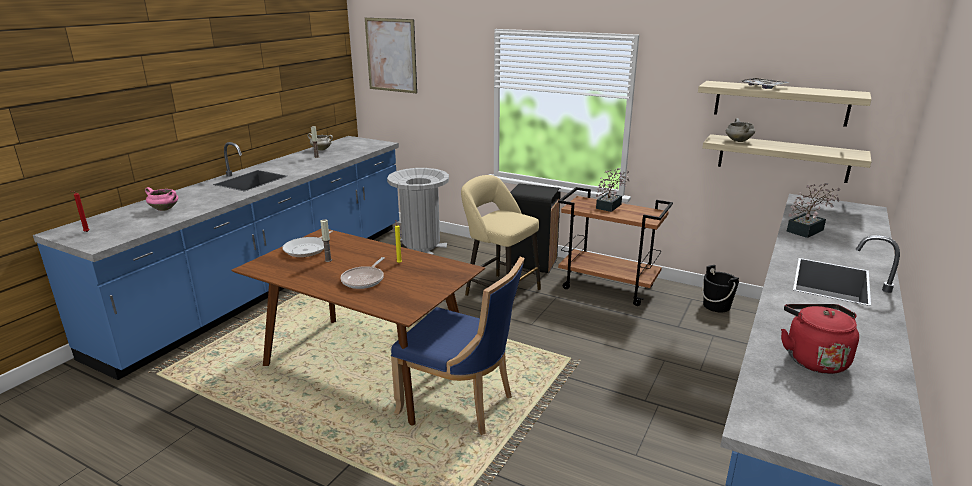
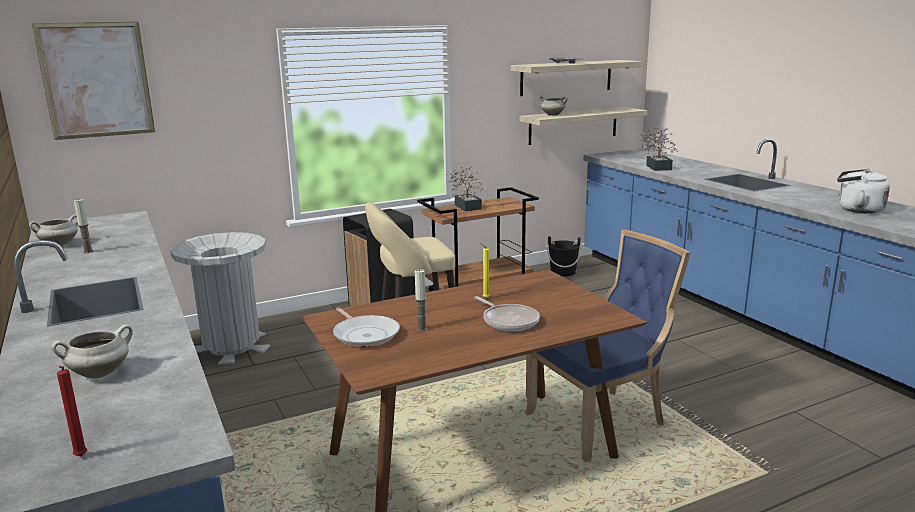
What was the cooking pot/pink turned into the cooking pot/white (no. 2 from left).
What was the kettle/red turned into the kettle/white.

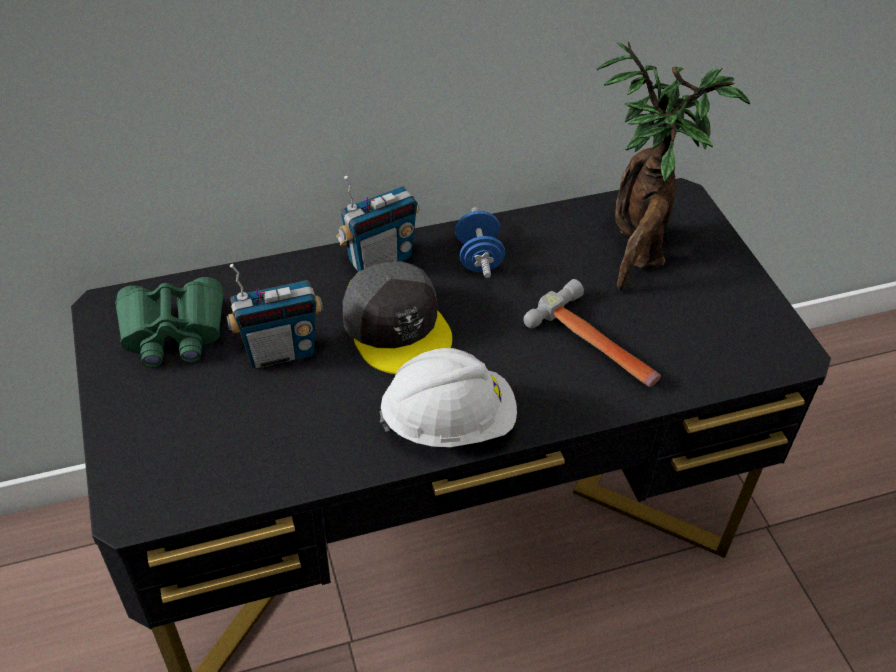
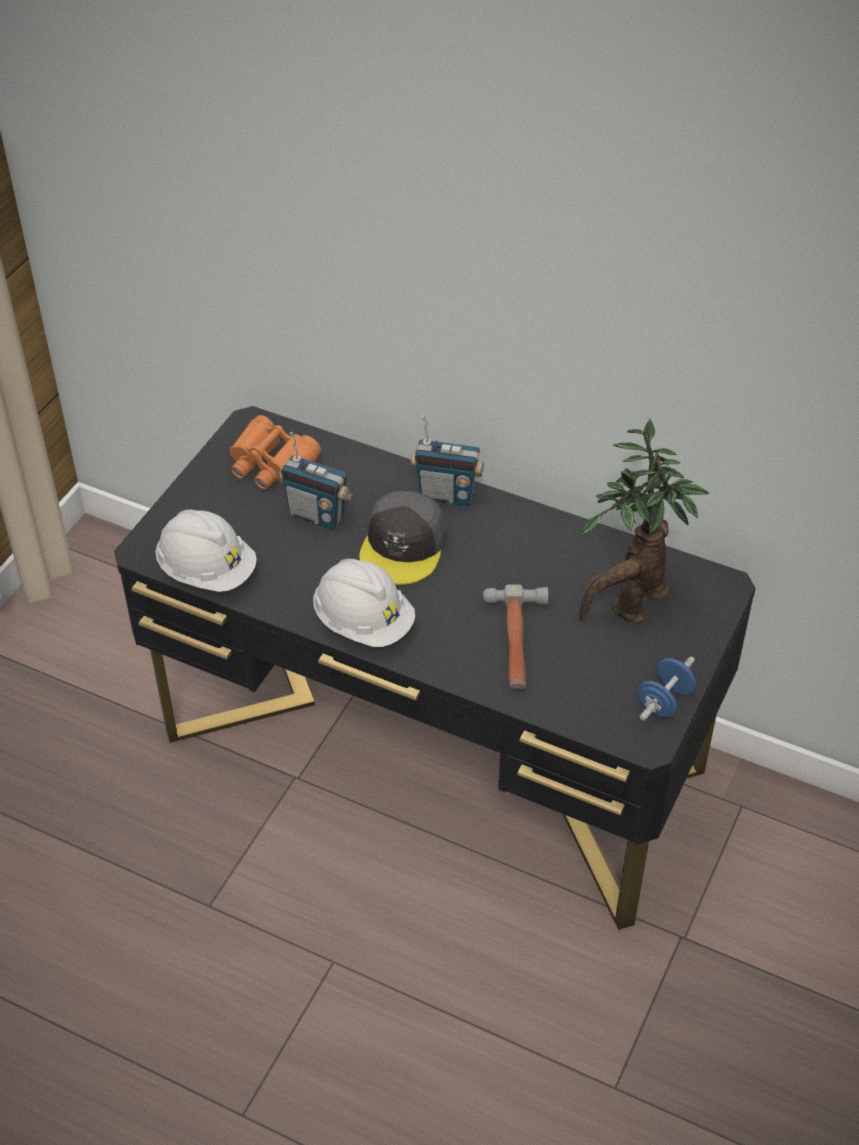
The dumbbell/blue ended up elsewhere.
What was the binoculars/green turned into the binoculars/orange.
The second view gained the hard hat/white (no. 1 from left).

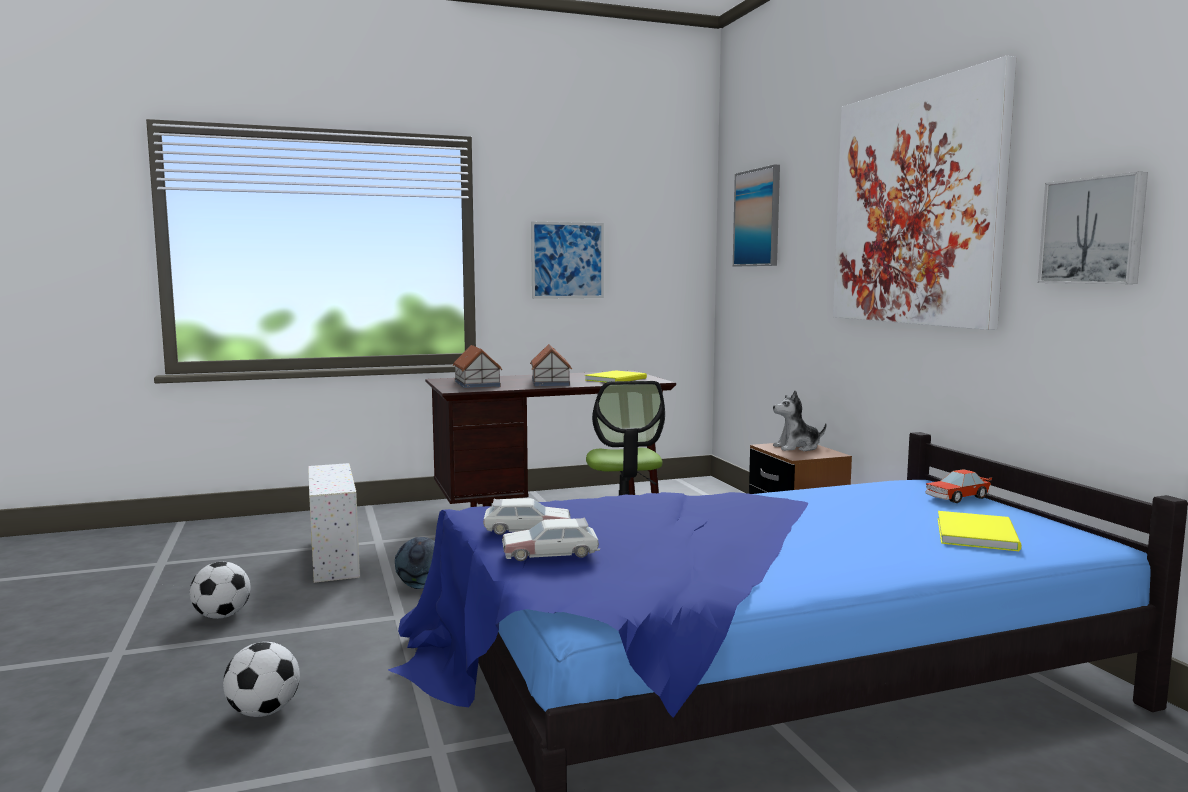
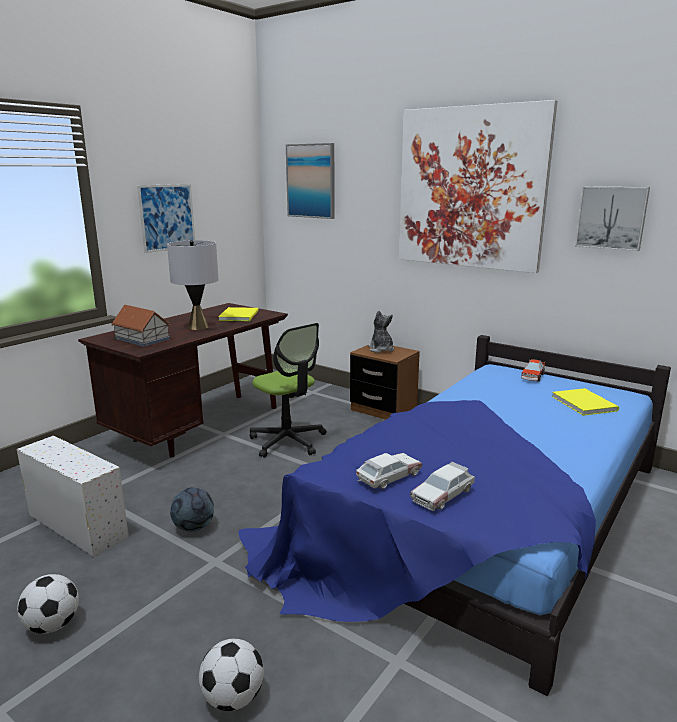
Where the toy house (no. 2 from left) stood, the table lamp/grey came to stand.
The plush toy ended up facing another way, 120 degrees clockwise from before.

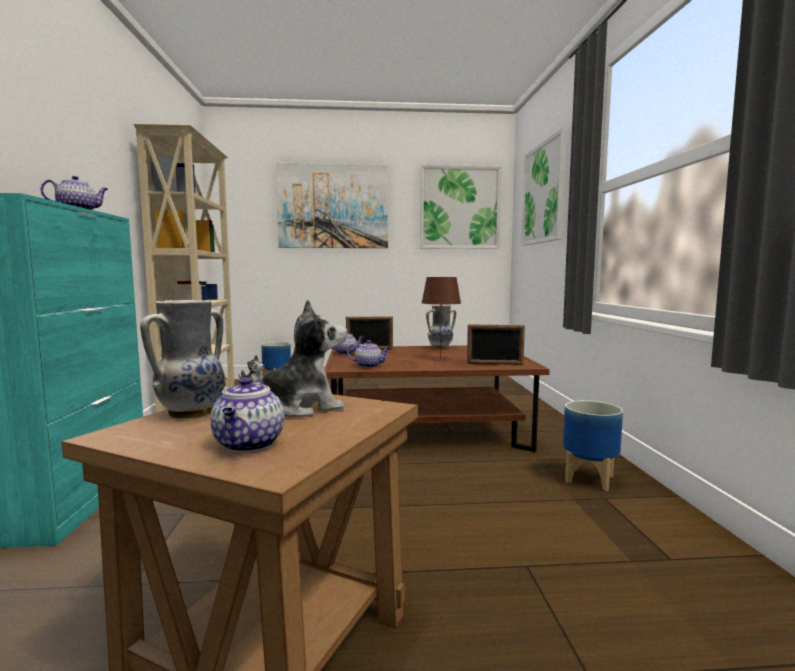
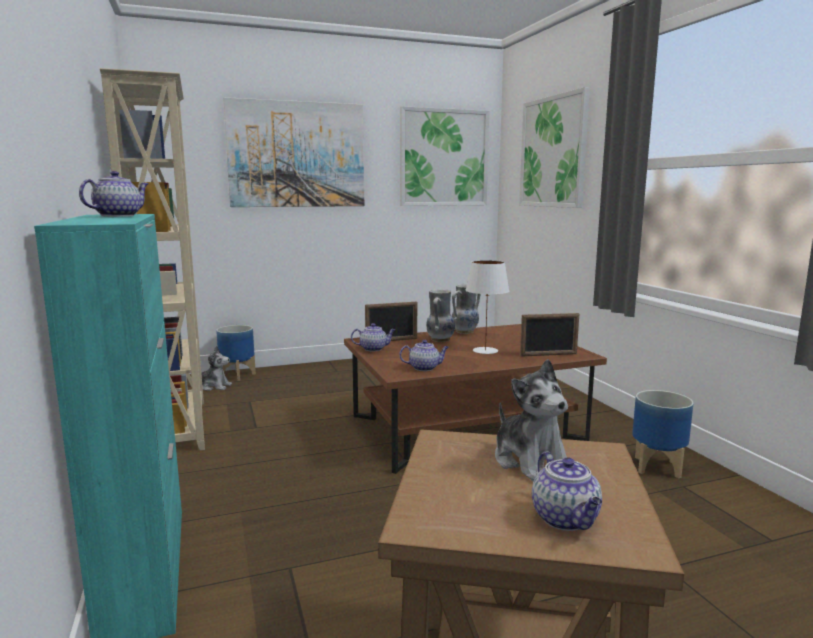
What was the table lamp/brown turned into the table lamp/white.
The plush toy (no. 2 from left) ended up facing another way, 105 degrees clockwise from before.
The vase (no. 1 from left) ended up elsewhere.

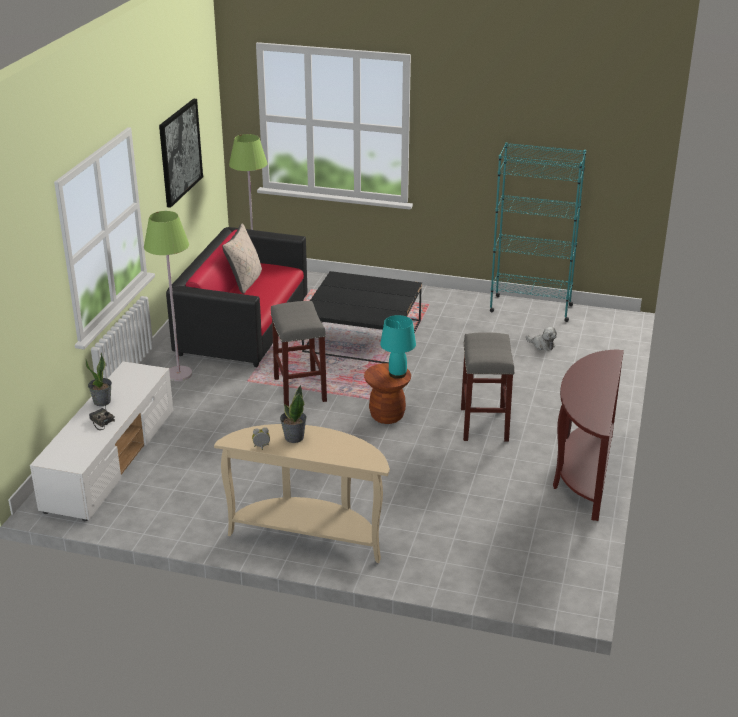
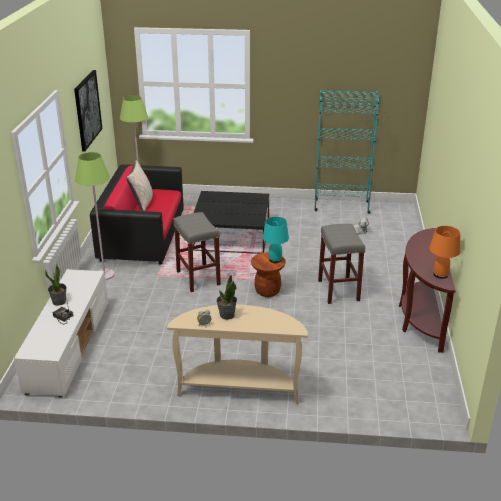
The second view gained the table lamp/orange.

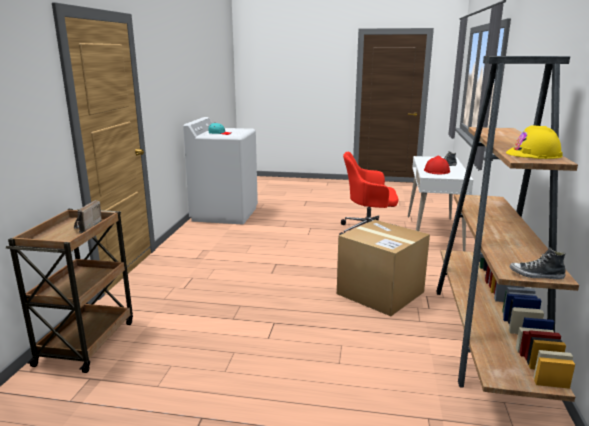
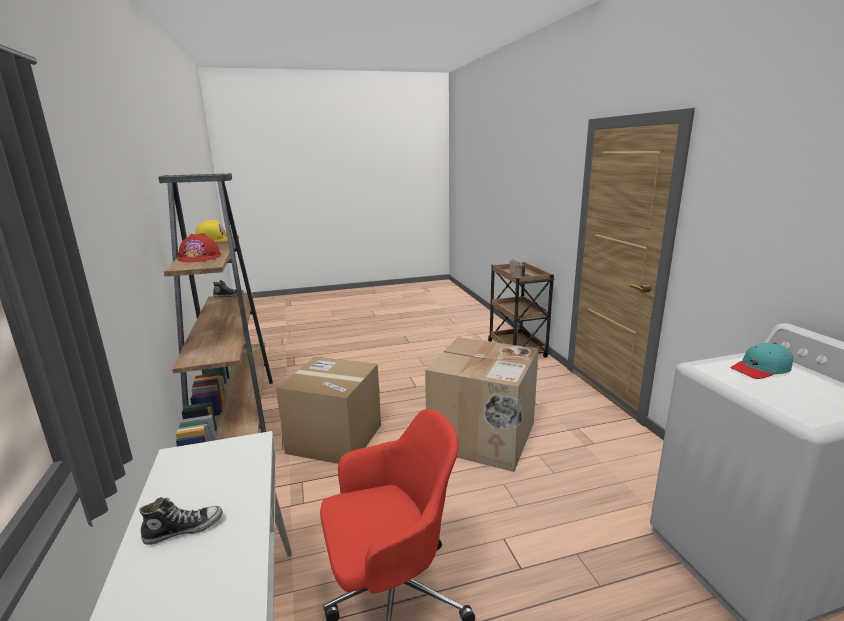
The hard hat/red ended up elsewhere.
The second view gained the cardboard box (no. 2 from left).

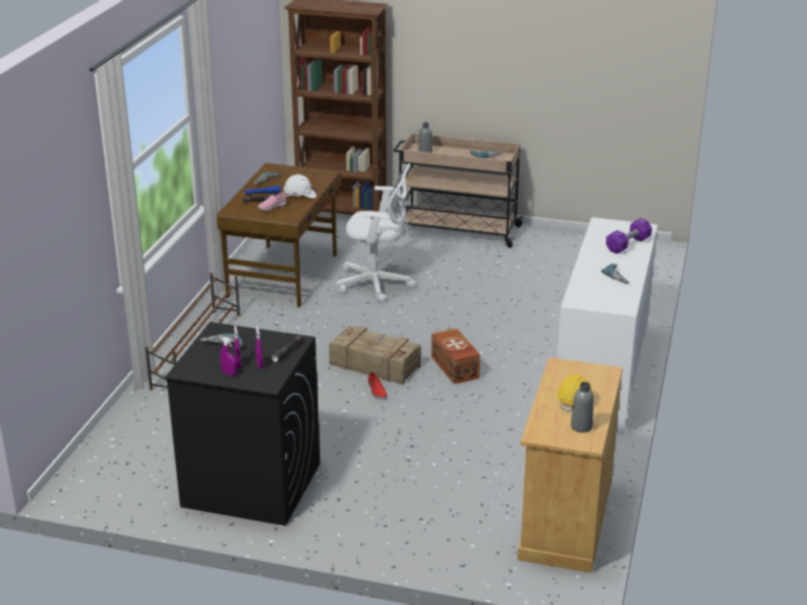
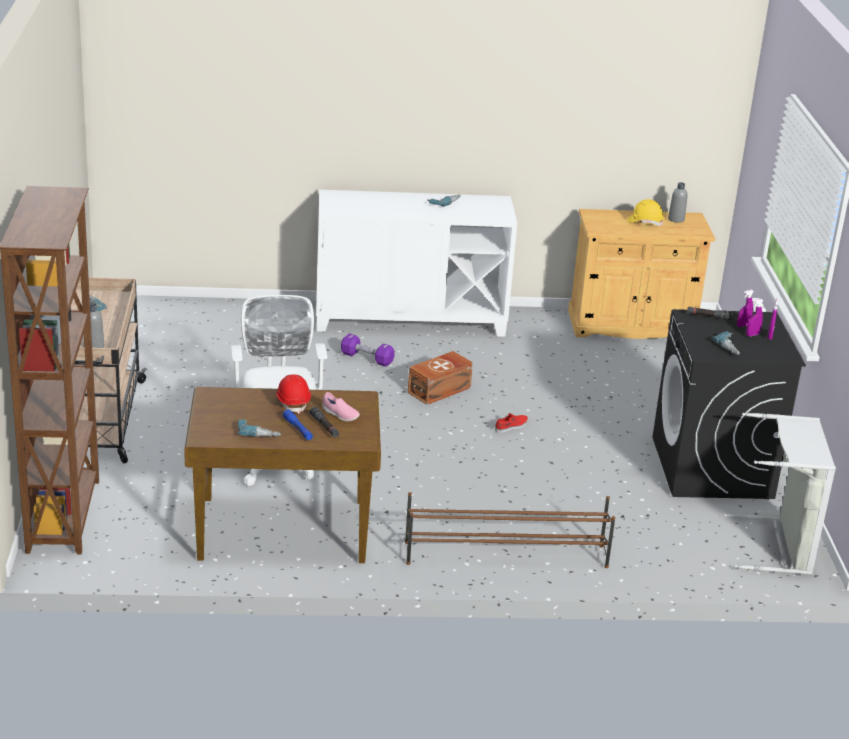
What was the hard hat/white turned into the hard hat/red.
The dumbbell/purple ended up elsewhere.
The second view lost the crate.
The second view gained the laundry basket/grey.

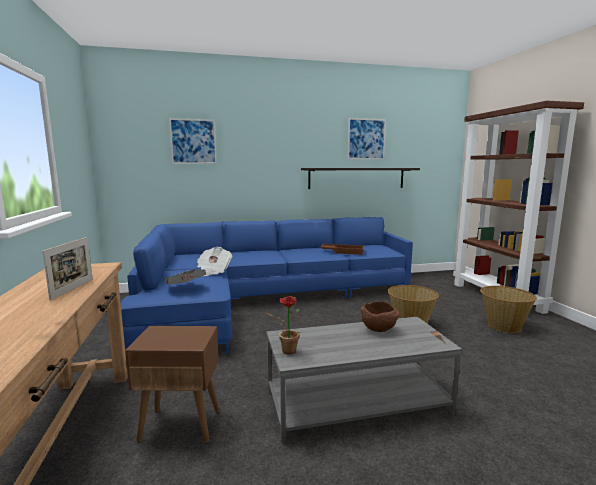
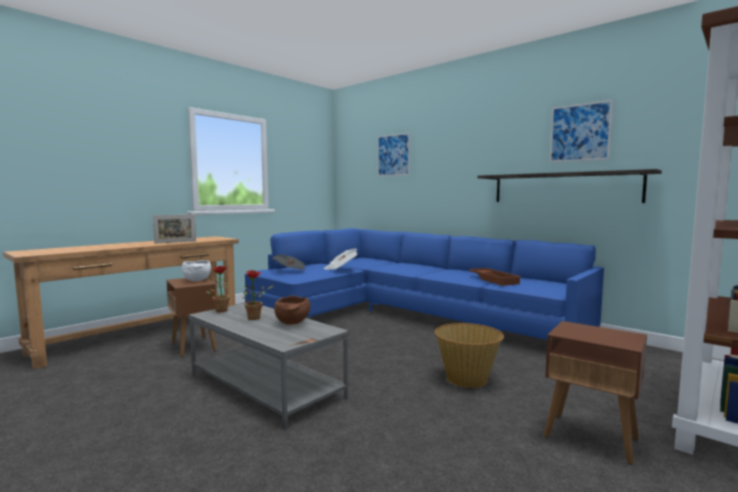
Where the basket (no. 2 from left) stood, the side table/brown (no. 2 from left) came to stand.
The second view gained the bowl/white.
The second view gained the potted plant (no. 2 from left).

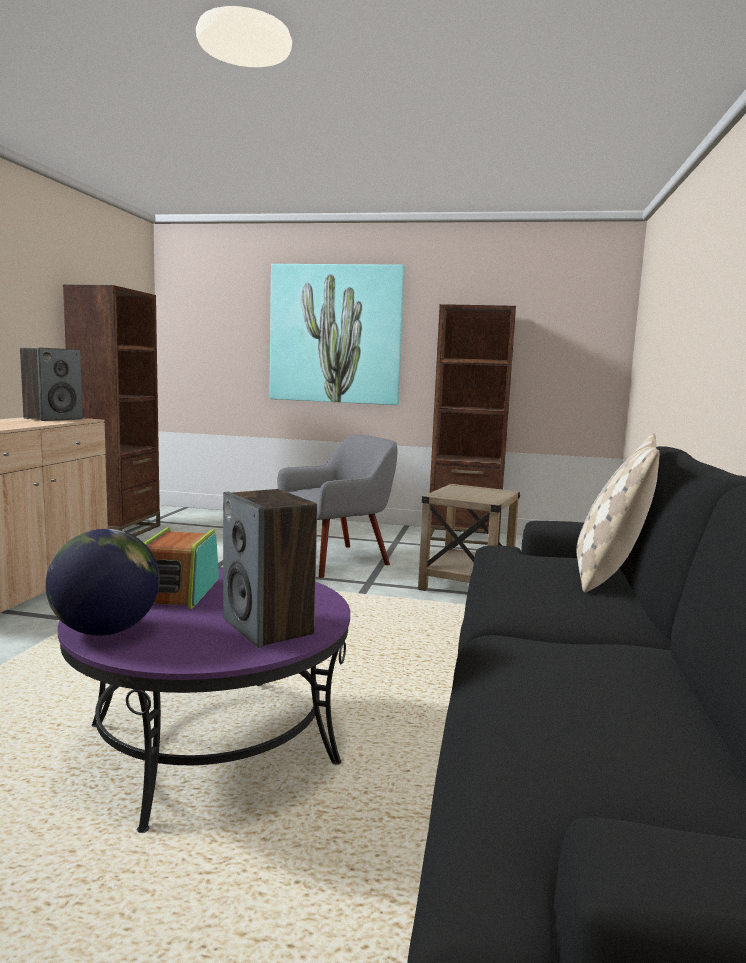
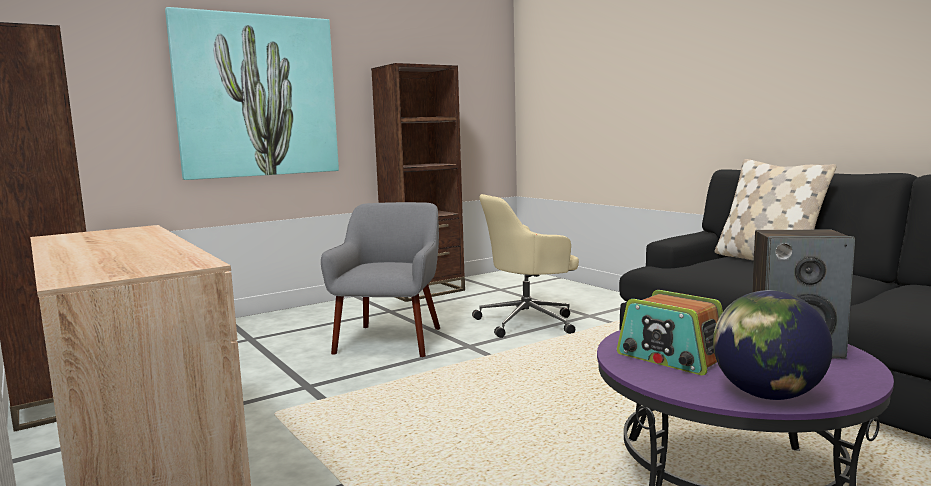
The second view lost the speaker (no. 1 from left).
Where the side table/beige stood, the office chair/beige came to stand.

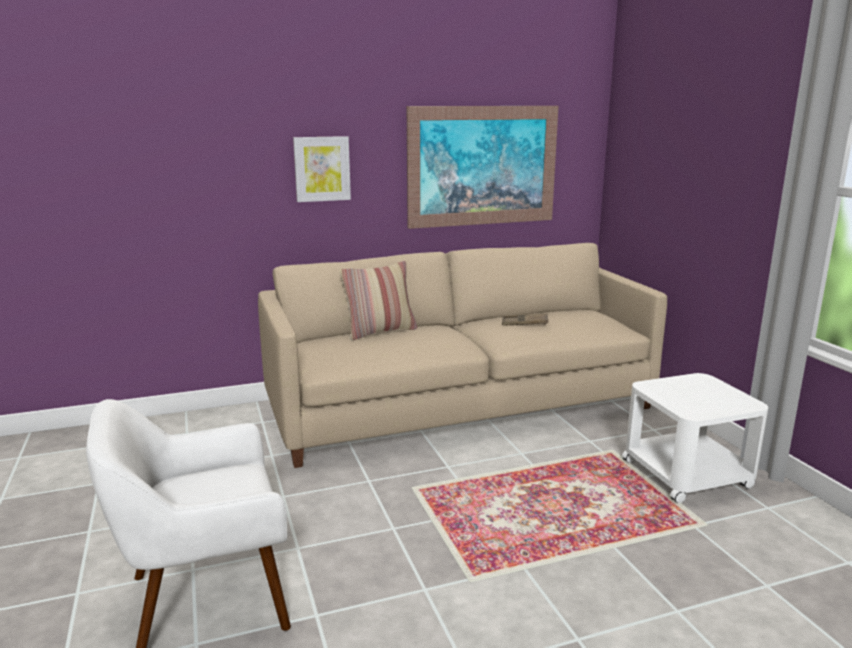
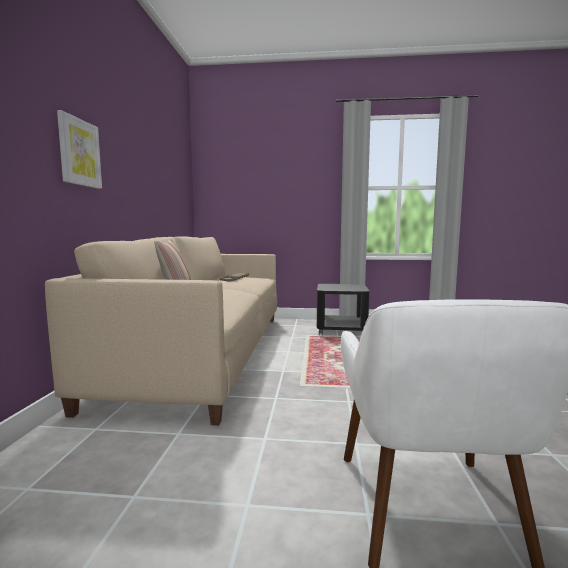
The second view lost the picture (no. 2 from left).
What was the side table/white turned into the side table/black.

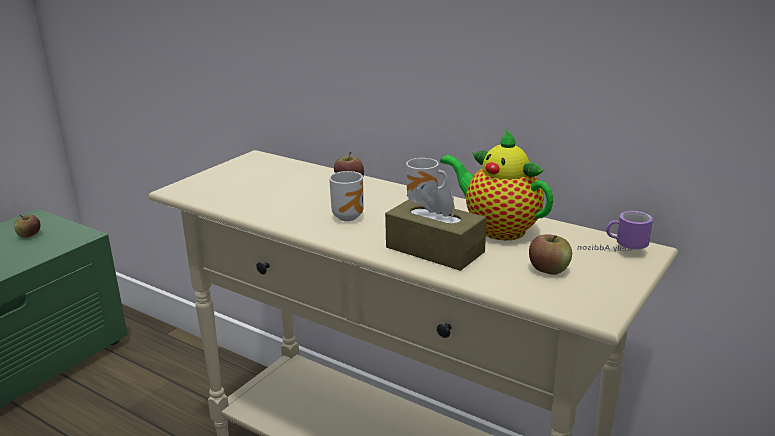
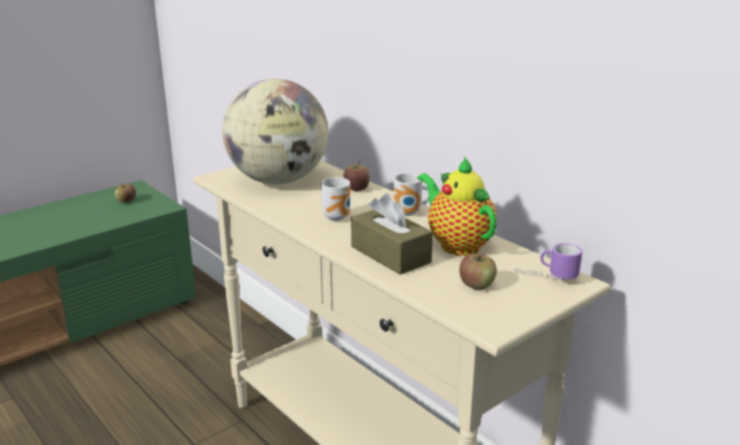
The second view gained the globe.

